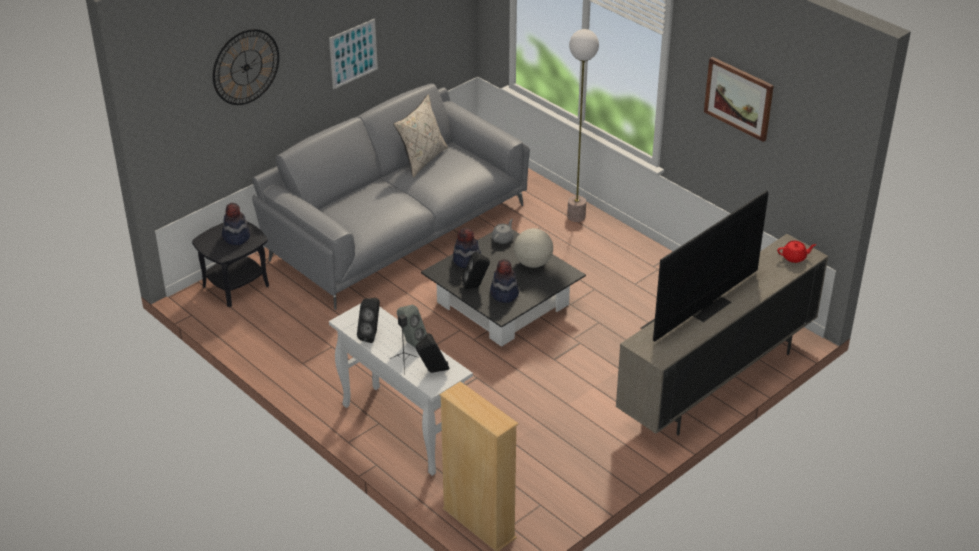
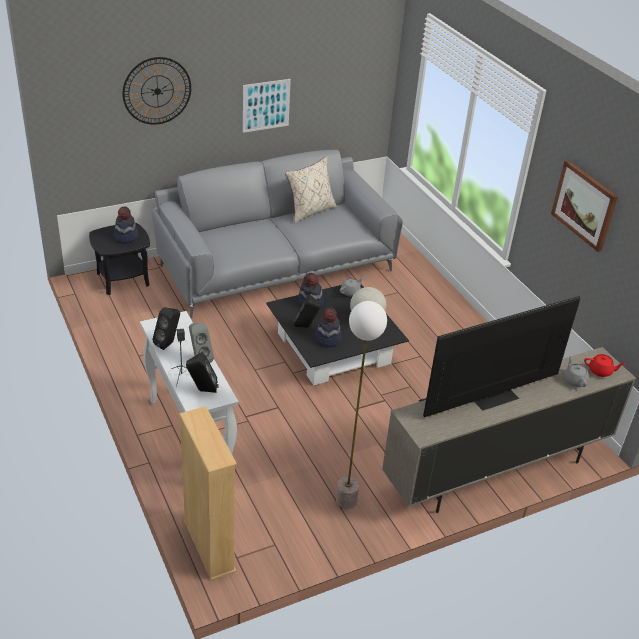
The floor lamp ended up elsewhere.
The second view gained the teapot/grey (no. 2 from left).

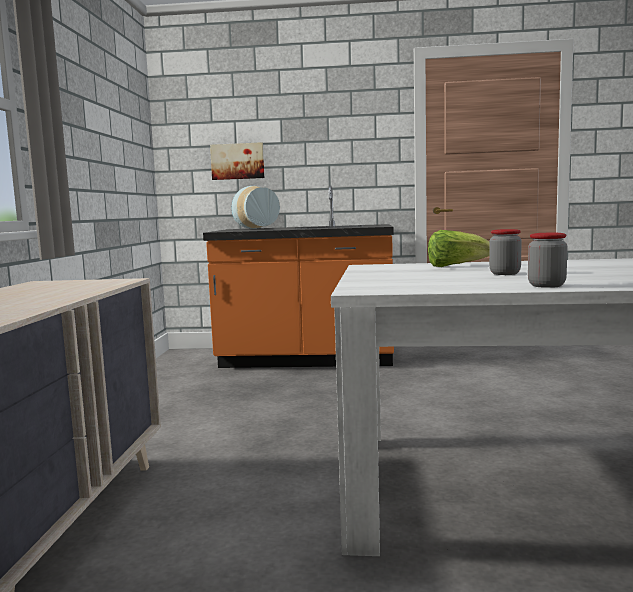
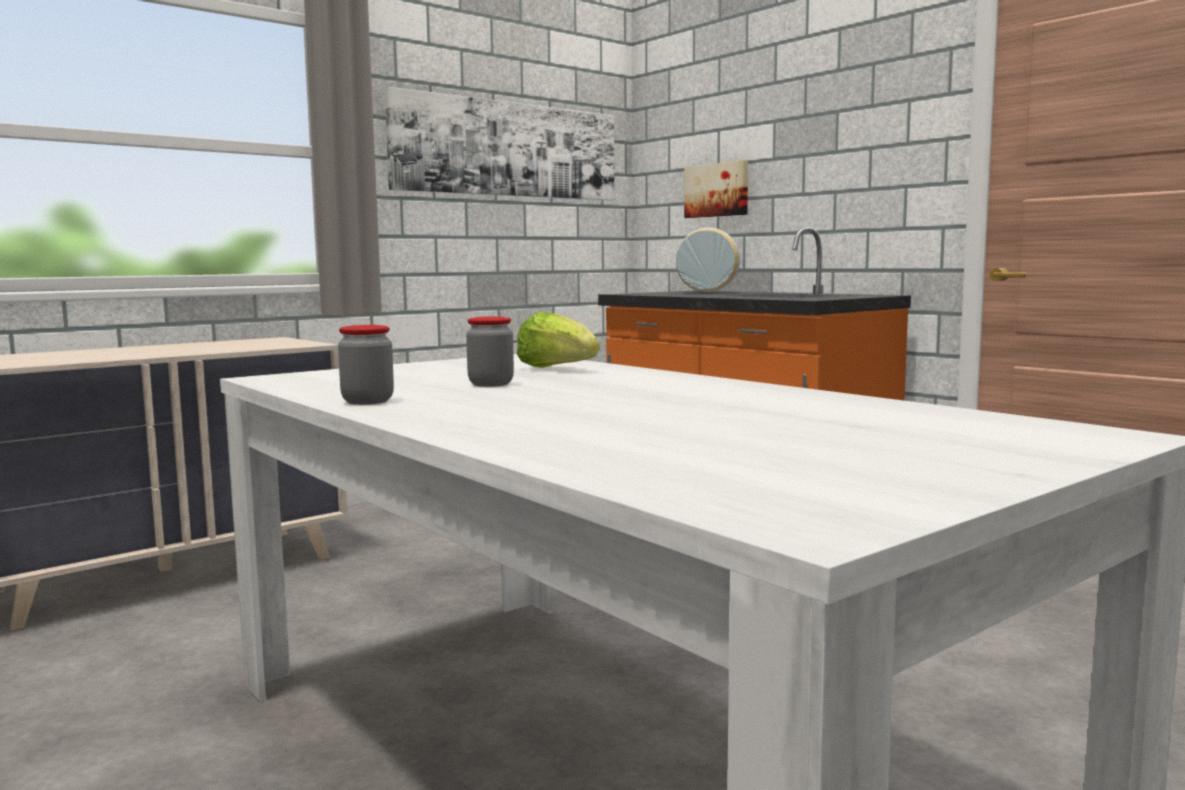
The second view gained the picture (no. 1 from left).

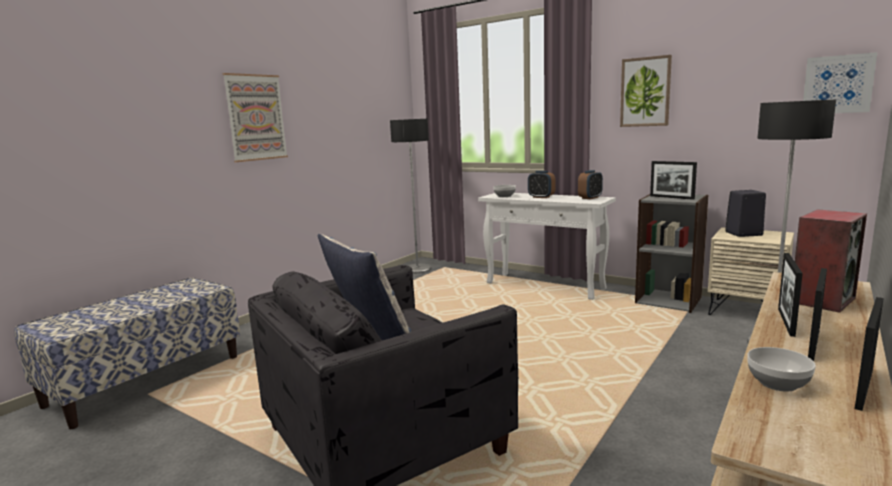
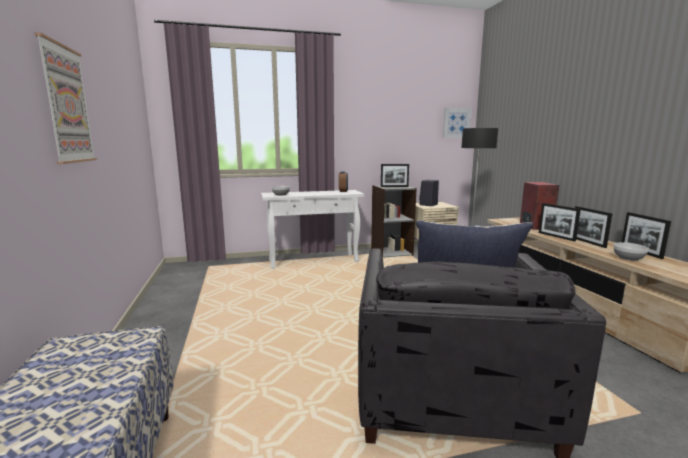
The second view lost the picture (no. 2 from left).
The second view lost the floor lamp (no. 1 from left).
The second view lost the alarm clock (no. 1 from left).

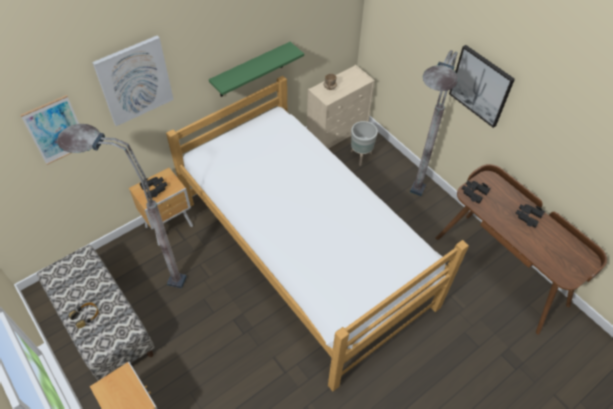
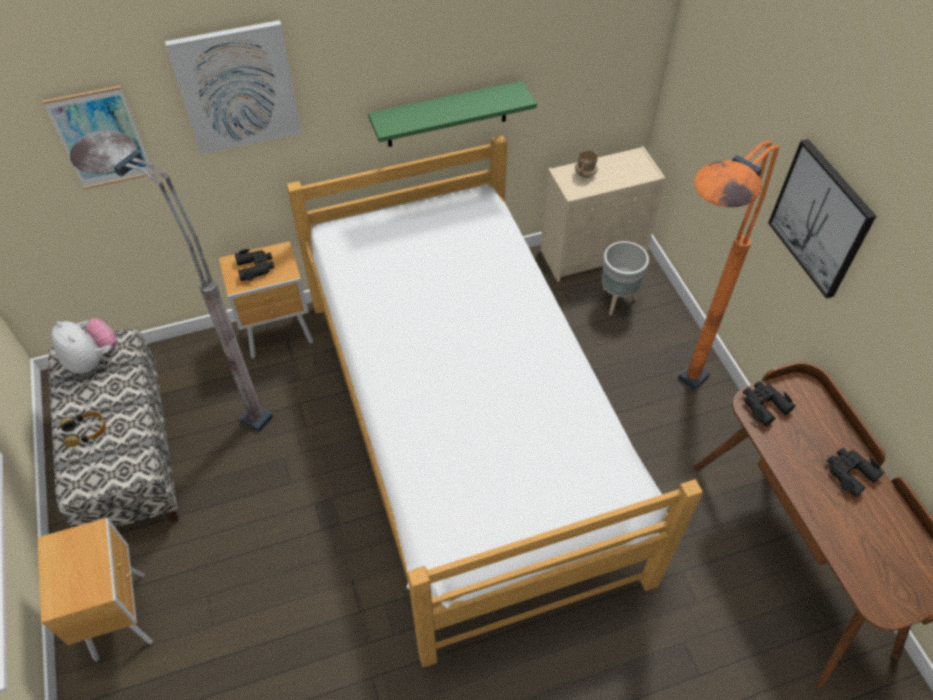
What was the floor lamp/grey (no. 2 from left) turned into the floor lamp/orange.
The second view gained the plush toy.

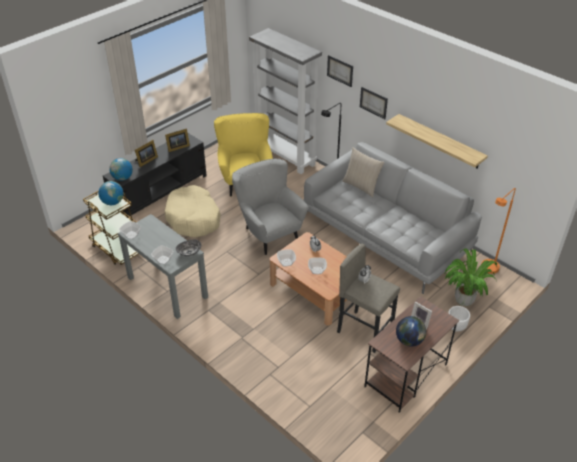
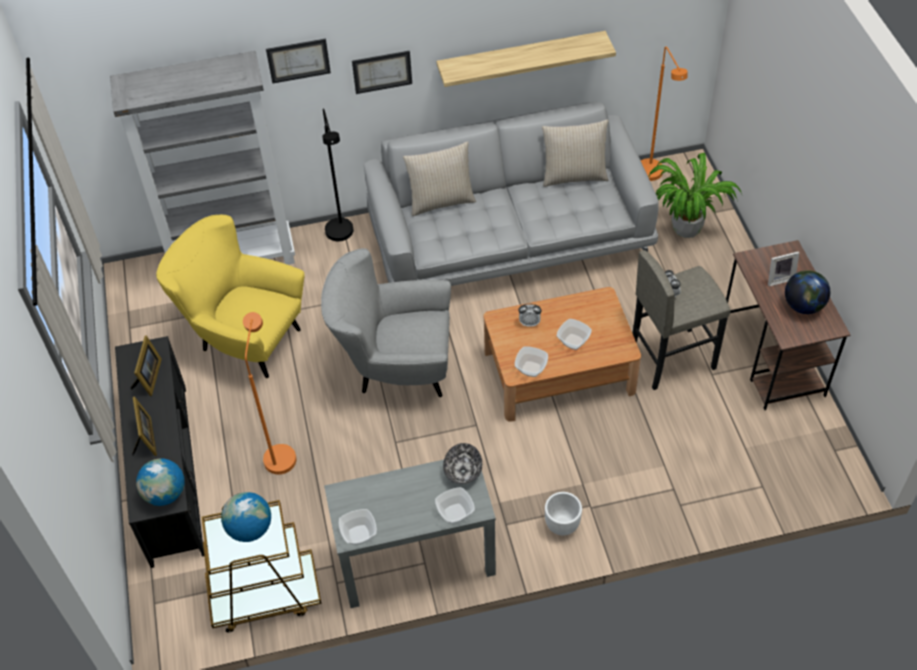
Where the dog bed/beige stood, the floor lamp/orange (no. 1 from left) came to stand.
The planter/white ended up elsewhere.
The second view gained the pillow/beige (no. 2 from left).

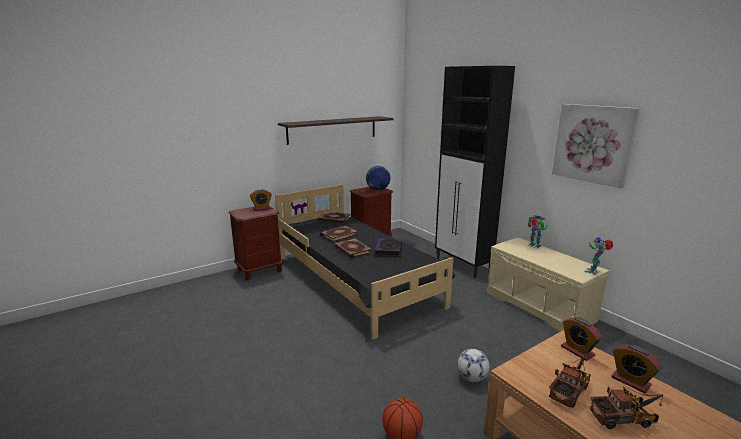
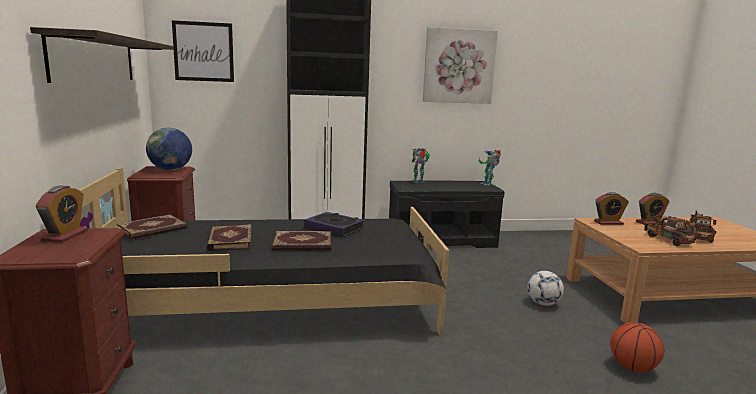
What was the bench/beige turned into the bench/black.
The second view gained the picture (no. 1 from left).

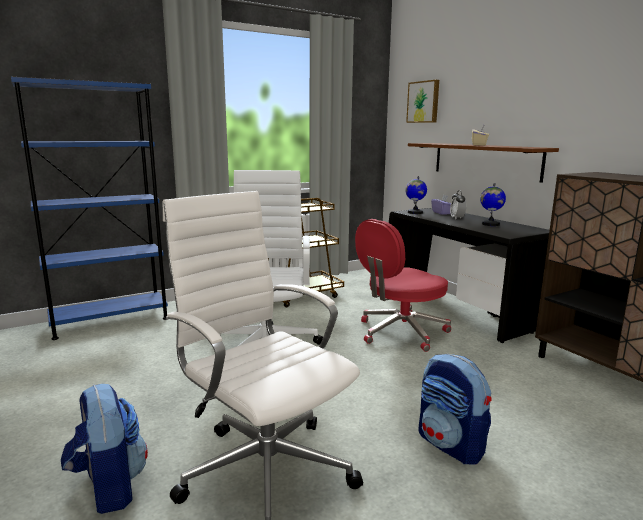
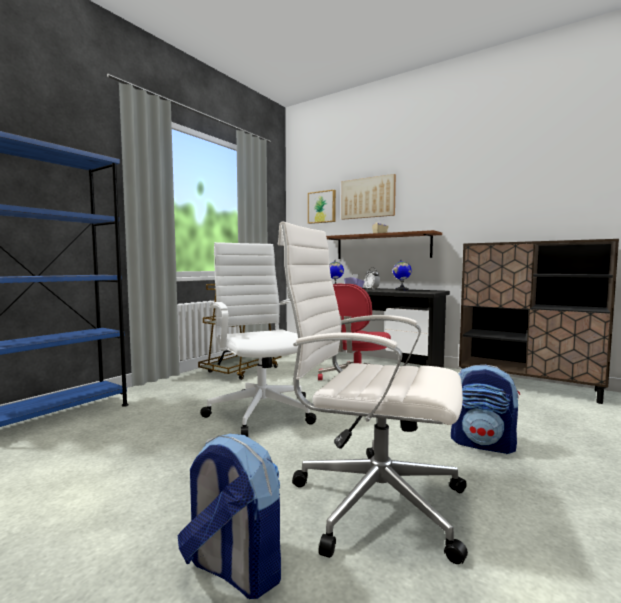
The second view gained the picture (no. 2 from left).

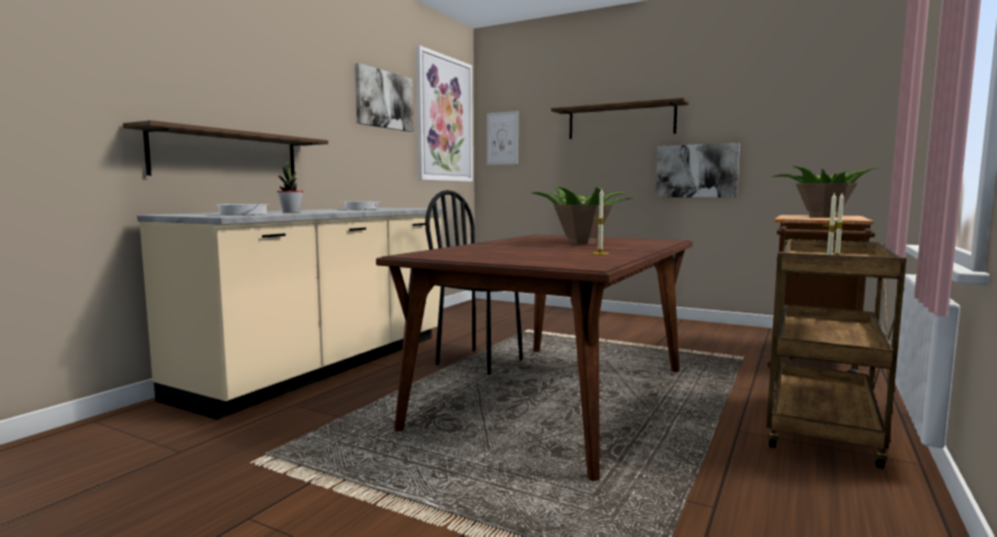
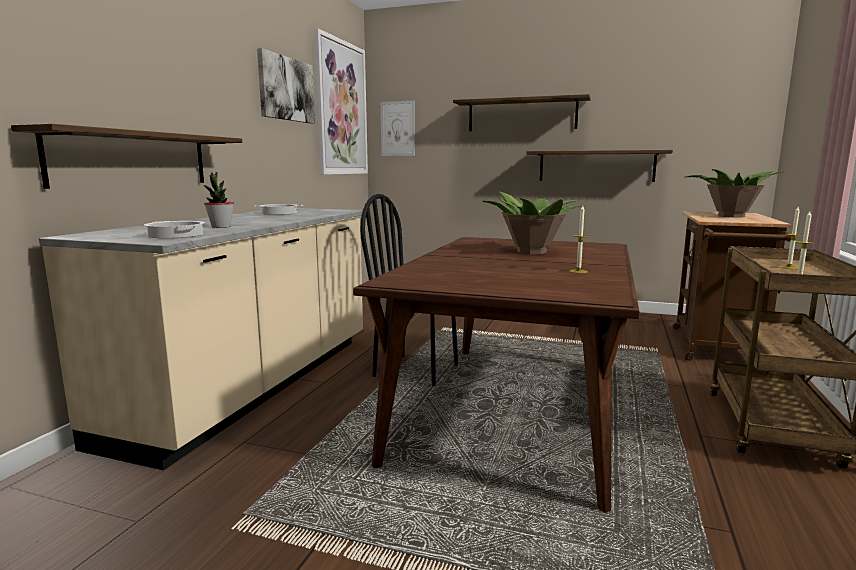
Where the picture (no. 4 from left) hung, the shelf (no. 3 from left) came to hang.

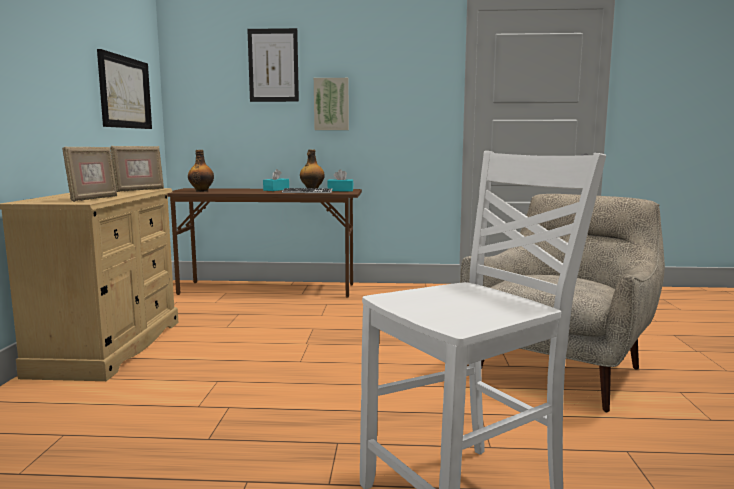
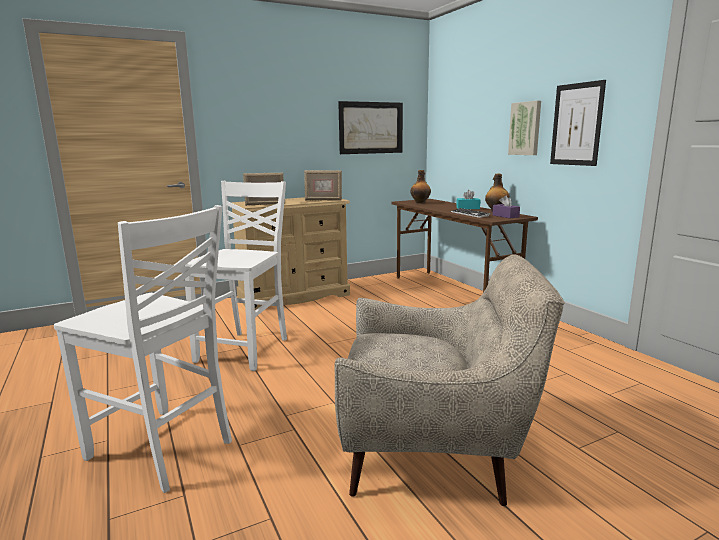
The picture (no. 2 from left in the first image) ended up elsewhere.
What was the tissue box/turquoise (no. 2 from left) turned into the tissue box/purple.
The second view gained the chair/white (no. 2 from left).

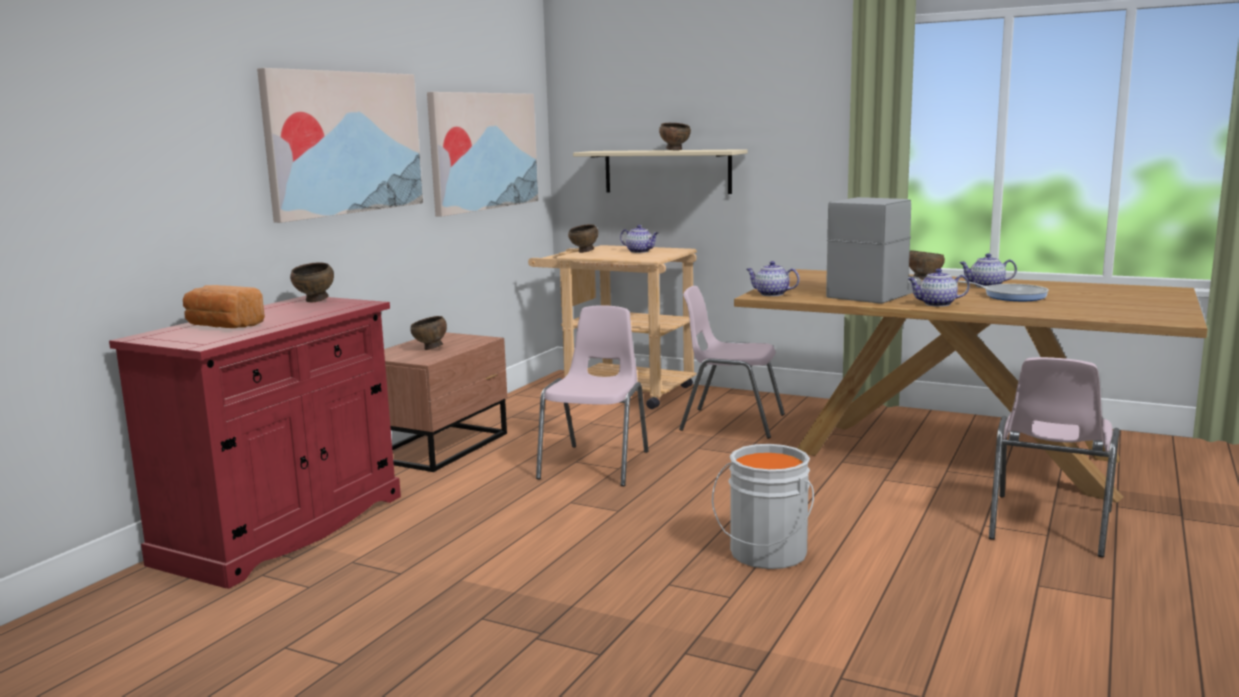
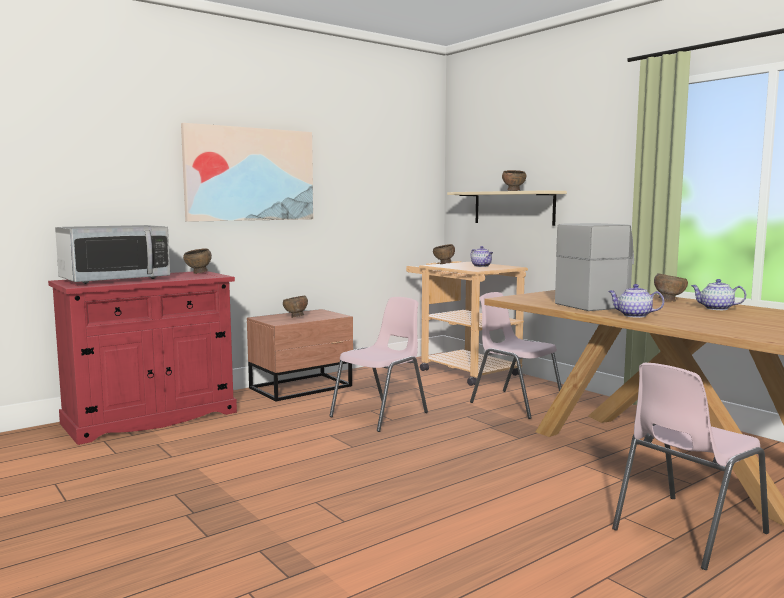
The second view lost the picture (no. 2 from left).
The second view lost the teapot (no. 2 from left).
The second view lost the frying pan.
Where the bread stood, the microwave came to stand.
The second view lost the bucket/grey.

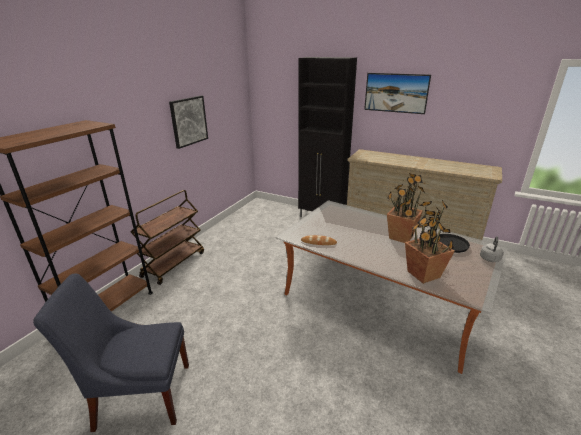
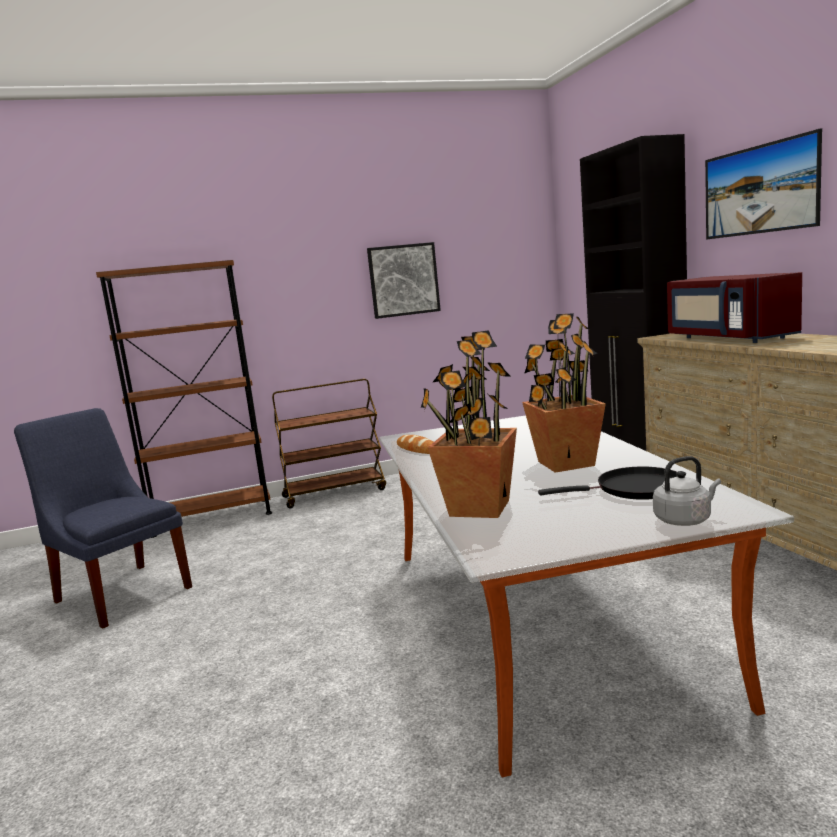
The second view gained the microwave/red.

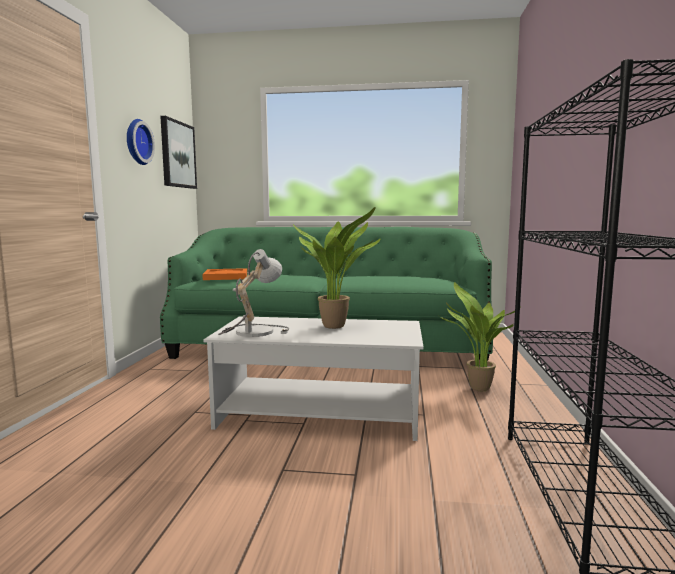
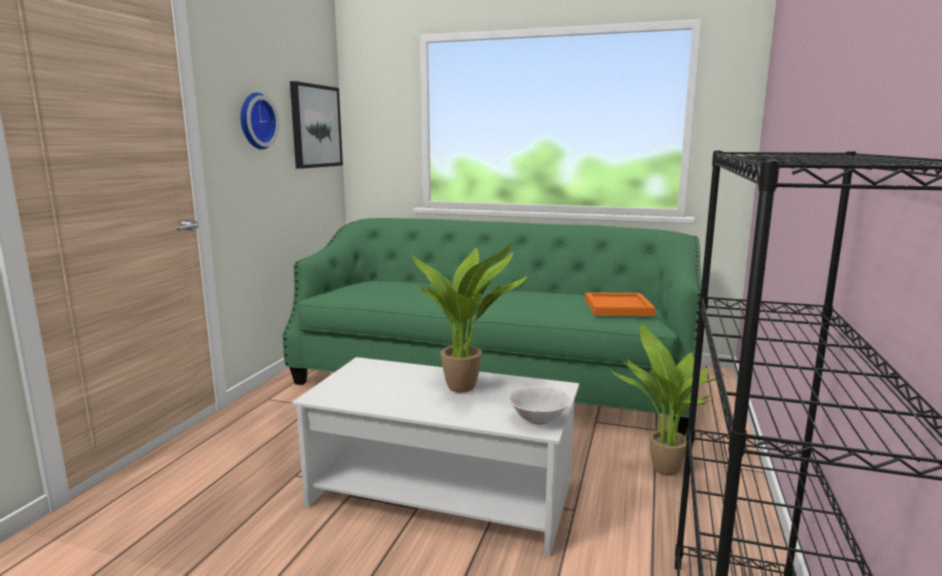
The second view lost the table lamp.
The tray/orange ended up elsewhere.
The second view gained the bowl/white.

